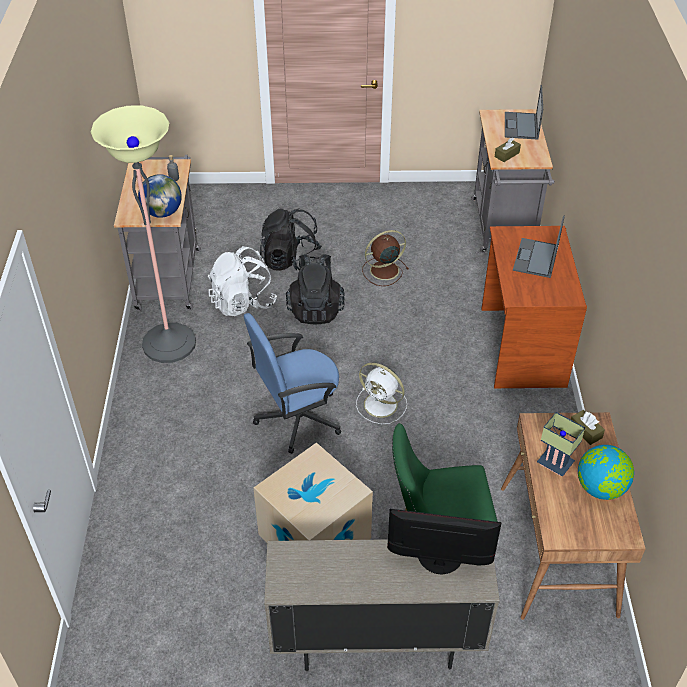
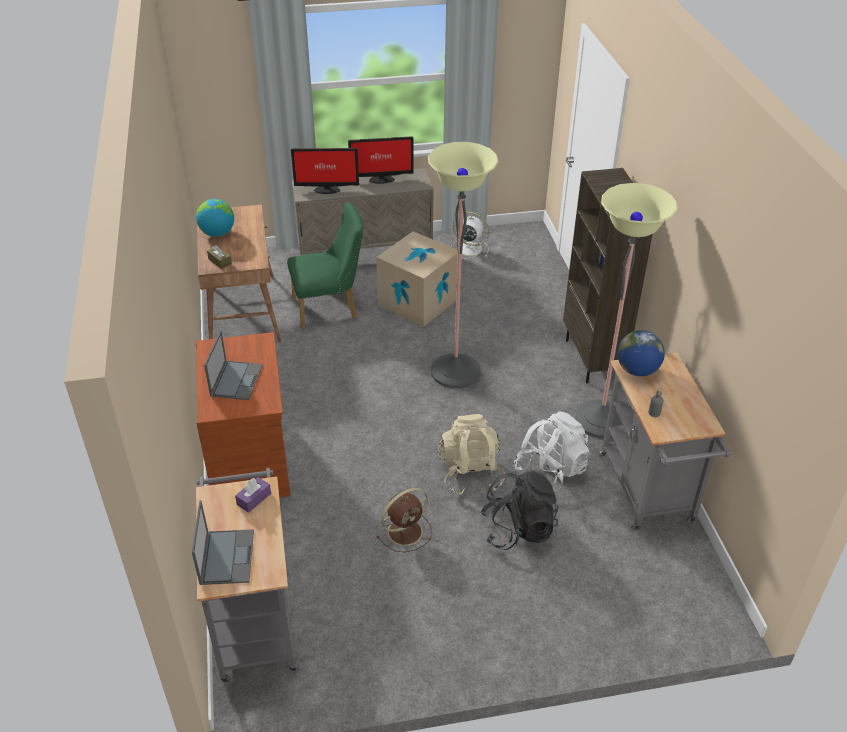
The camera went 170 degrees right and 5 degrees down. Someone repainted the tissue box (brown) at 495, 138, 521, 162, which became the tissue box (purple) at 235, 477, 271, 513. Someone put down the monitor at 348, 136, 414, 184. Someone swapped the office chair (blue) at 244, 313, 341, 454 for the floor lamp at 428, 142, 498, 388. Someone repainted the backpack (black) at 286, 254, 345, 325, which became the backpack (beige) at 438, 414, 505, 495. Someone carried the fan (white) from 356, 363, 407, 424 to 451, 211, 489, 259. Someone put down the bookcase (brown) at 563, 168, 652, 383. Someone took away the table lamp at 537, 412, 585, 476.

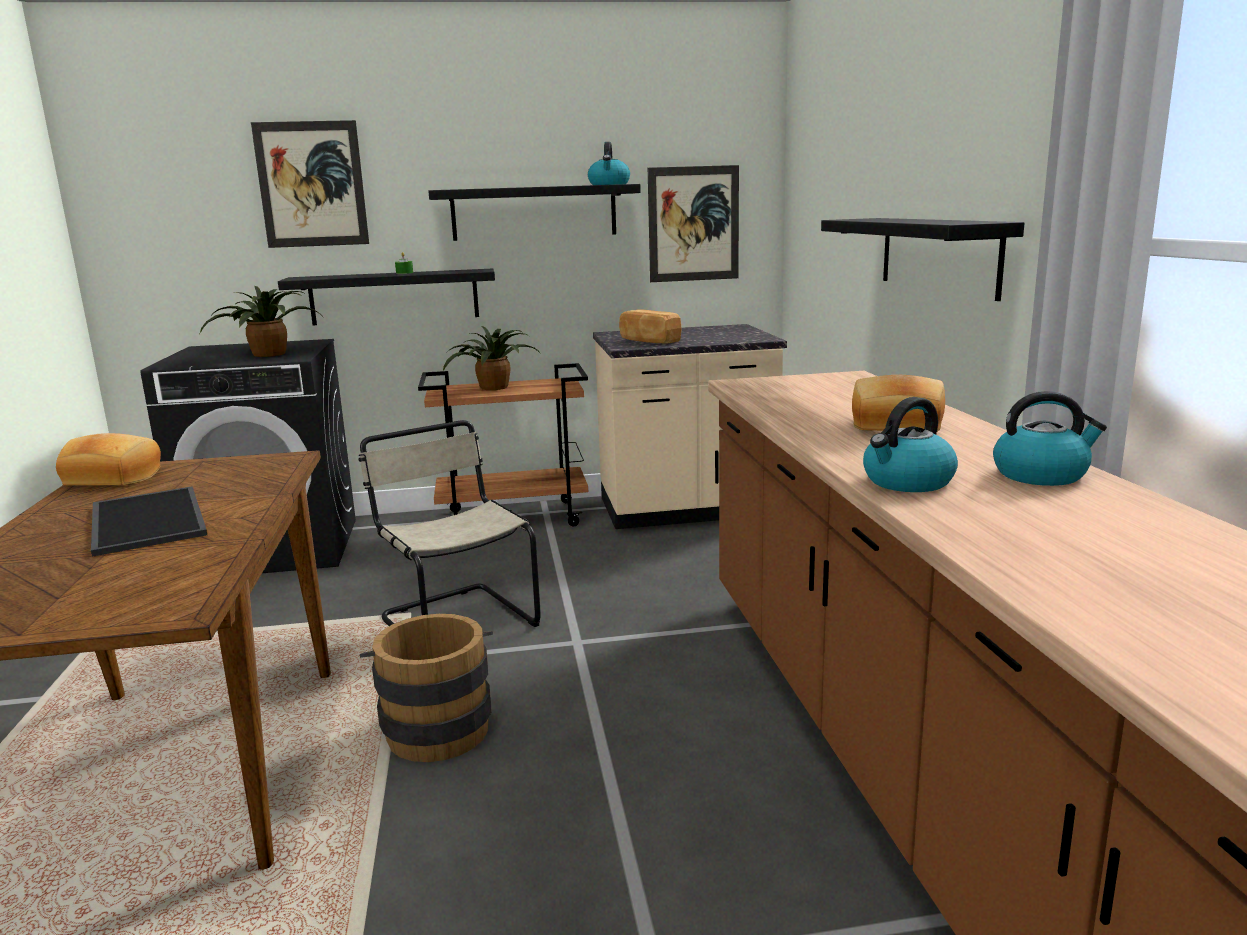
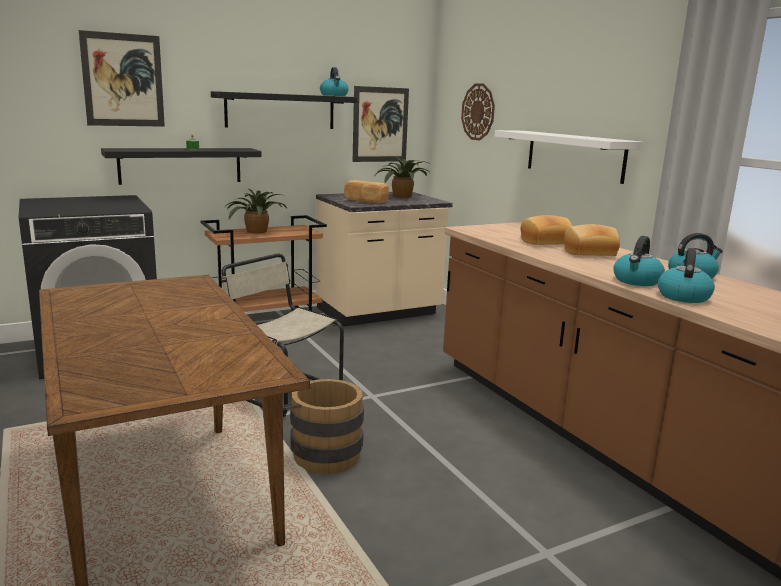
The camera went 20 degrees left and 0 degrees up. Someone carried the potted plant from 200, 286, 320, 357 to 375, 157, 431, 198. Someone put up the wall clock at 461, 84, 495, 140. Someone repainted the shelf (black) at 821, 218, 1025, 301, which became the shelf (white) at 495, 130, 642, 184. Someone carried the bread from 56, 433, 161, 486 to 521, 215, 572, 245. Someone put down the kettle at 658, 248, 715, 303. Someone took away the tray at 91, 486, 207, 557.

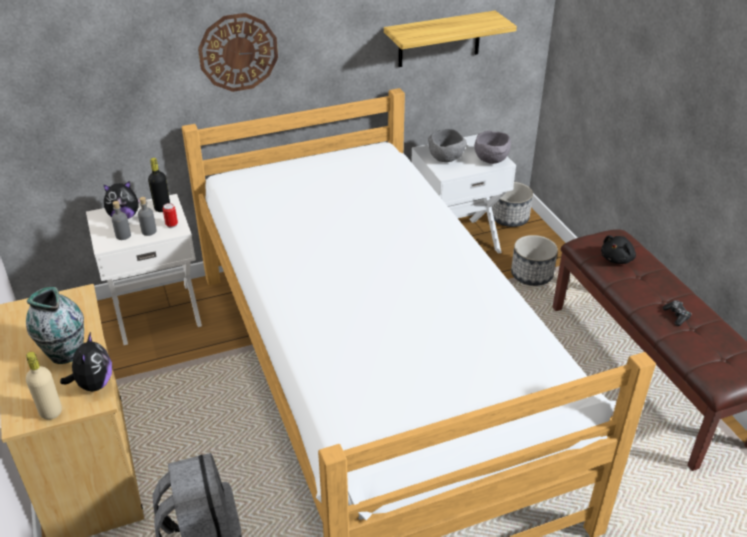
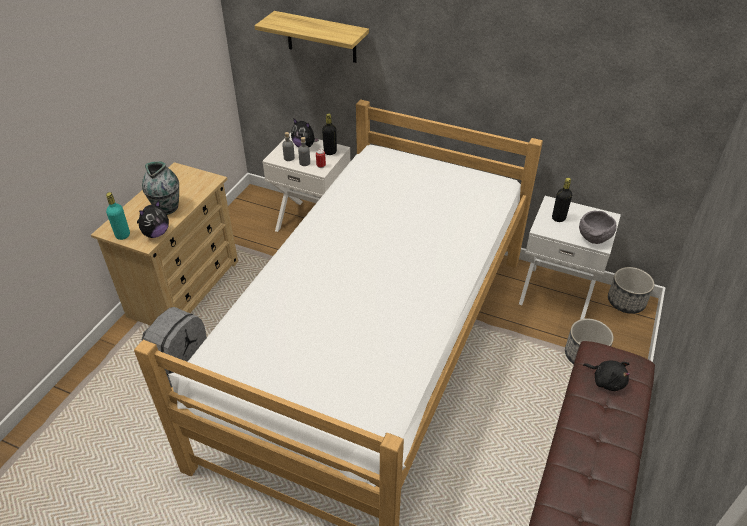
The camera went 45 degrees right and 5 degrees up. Someone repainted the bottle (beige) at 26, 352, 62, 420, which became the bottle (turquoise) at 106, 192, 130, 240. Someone carried the shelf from 384, 11, 517, 67 to 255, 11, 369, 63. Someone swapped the bowl (grey) at 428, 129, 467, 162 for the bottle (black) at 552, 178, 572, 222. Someone rotated the plush toy (black) at 601, 235, 636, 264 by 135 degrees counterclockwise. Someone took away the wall clock at 198, 13, 278, 92. Someone took away the game controller at 662, 300, 692, 326.

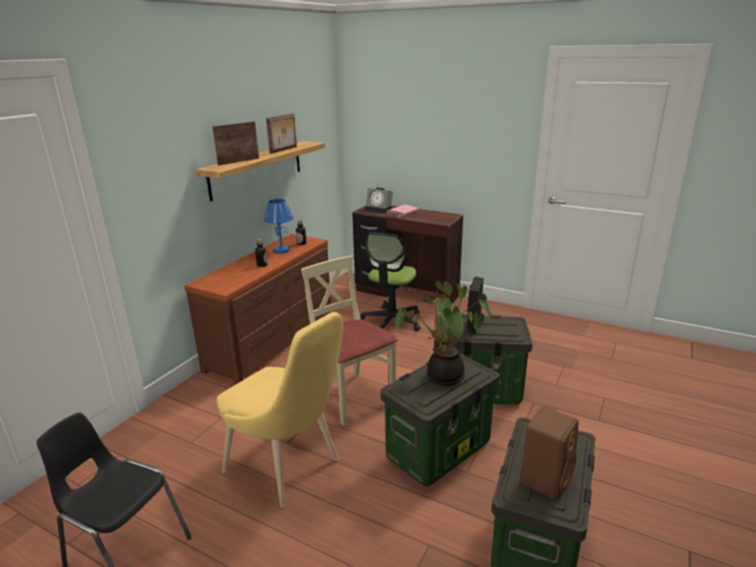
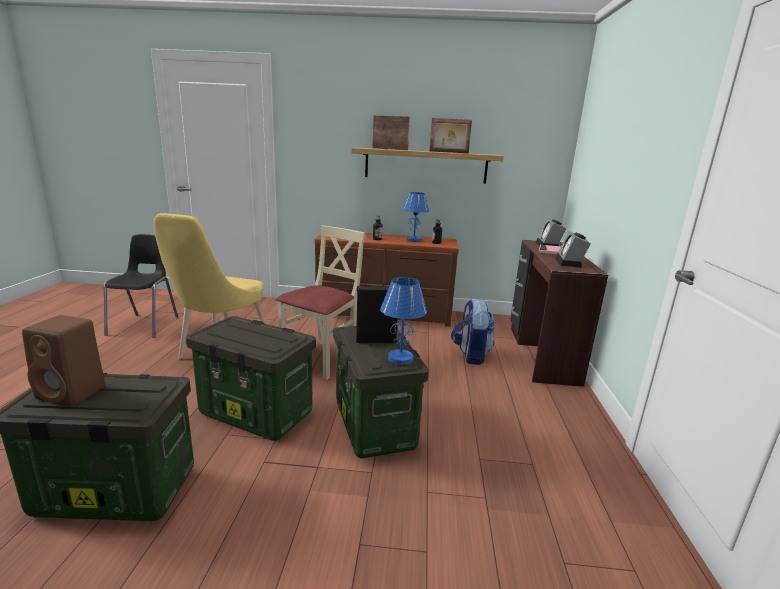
The camera went 65 degrees right and 5 degrees down. Someone put down the table lamp (blue) at 380, 277, 427, 365. Someone swapped the office chair at 360, 232, 421, 331 for the backpack at 451, 298, 495, 365. Someone put down the alarm clock at 556, 231, 591, 268. Someone took away the potted plant at 395, 281, 492, 386.

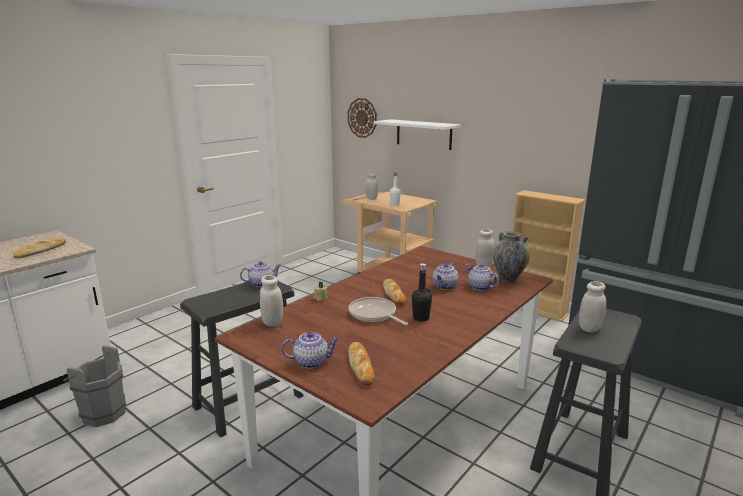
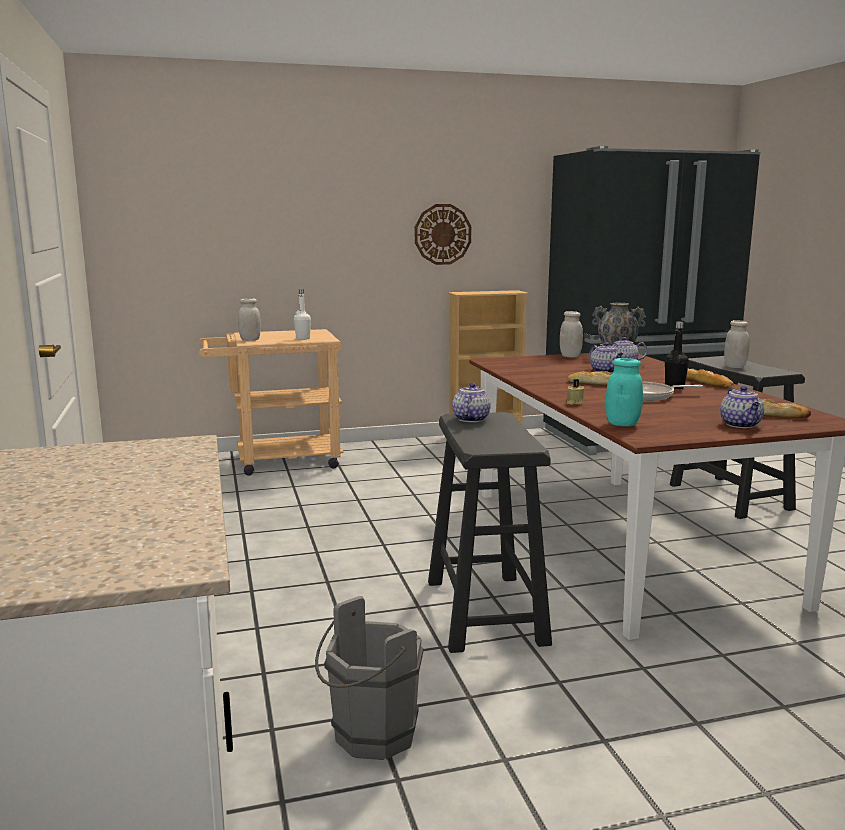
The camera went 55 degrees left and 5 degrees down. Someone carried the wall clock from 348, 98, 377, 138 to 415, 204, 471, 265. Someone repainted the jar (white) at 260, 275, 283, 326, which became the jar (turquoise) at 606, 358, 643, 427. Someone carried the bread from 13, 238, 66, 258 to 686, 368, 734, 388. Someone rotated the teapot at 281, 332, 339, 368 by 150 degrees clockwise. Someone took away the shelf (white) at 374, 119, 461, 150.

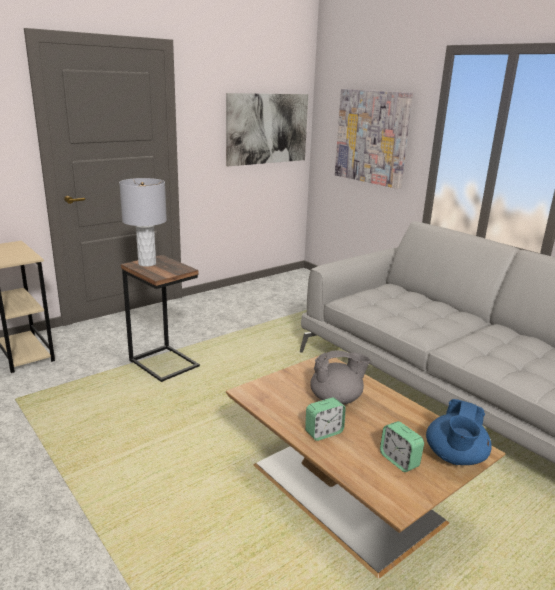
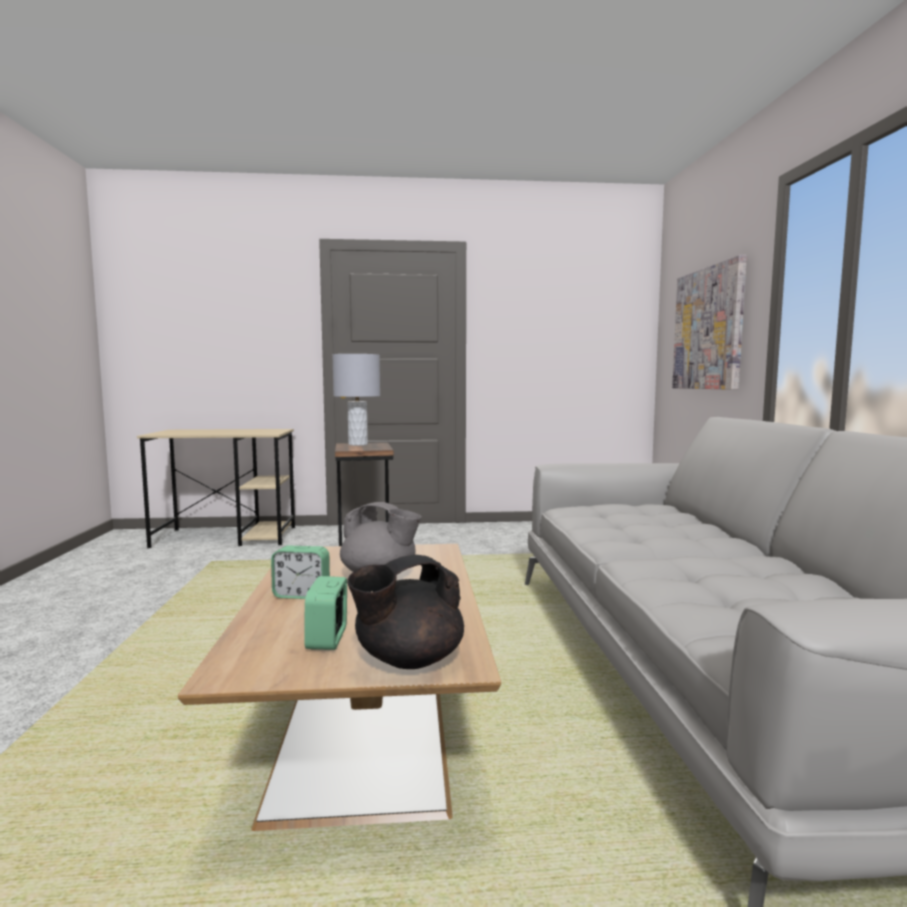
The camera went 35 degrees right and 15 degrees down. Someone repainted the teapot (blue) at 426, 399, 492, 465, which became the teapot (black) at 347, 554, 464, 669. Someone took away the picture at 226, 93, 308, 166.

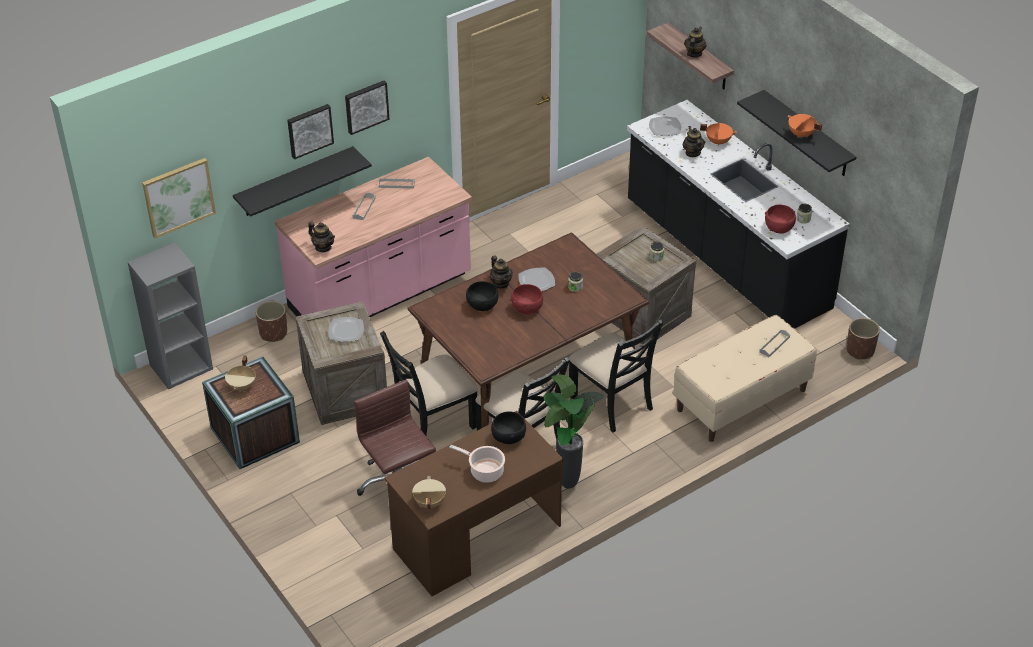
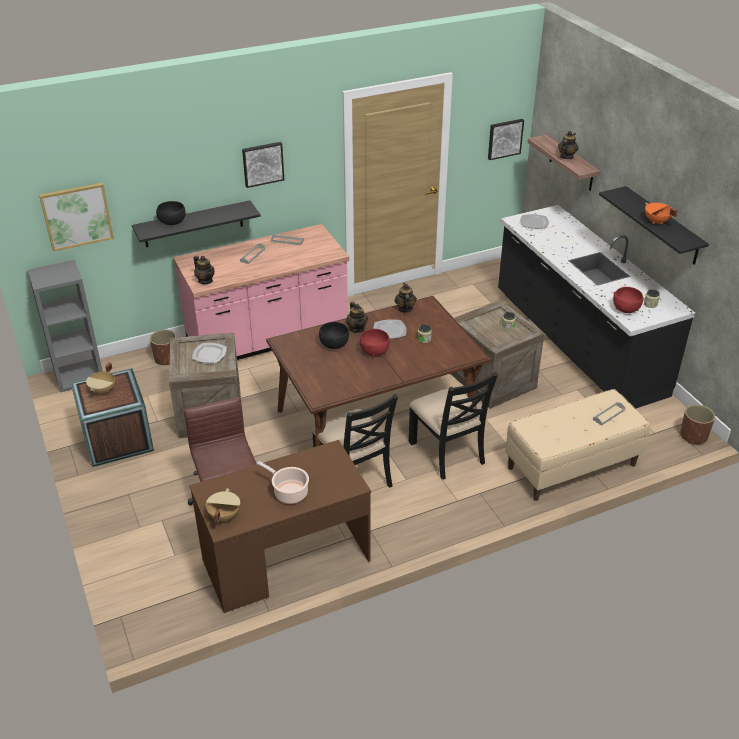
The camera went 10 degrees right and 5 degrees down. Someone carried the bowl (black) from 491, 412, 526, 444 to 156, 201, 186, 225. Someone carried the teapot from 683, 126, 705, 157 to 395, 283, 417, 313. Someone carried the picture from 287, 104, 334, 159 to 488, 119, 524, 160. Someone took away the chair (black) at 380, 331, 478, 435. Someone took away the potted plant at 543, 375, 604, 488. Someone took away the cooking pot (orange) at 700, 123, 737, 146.

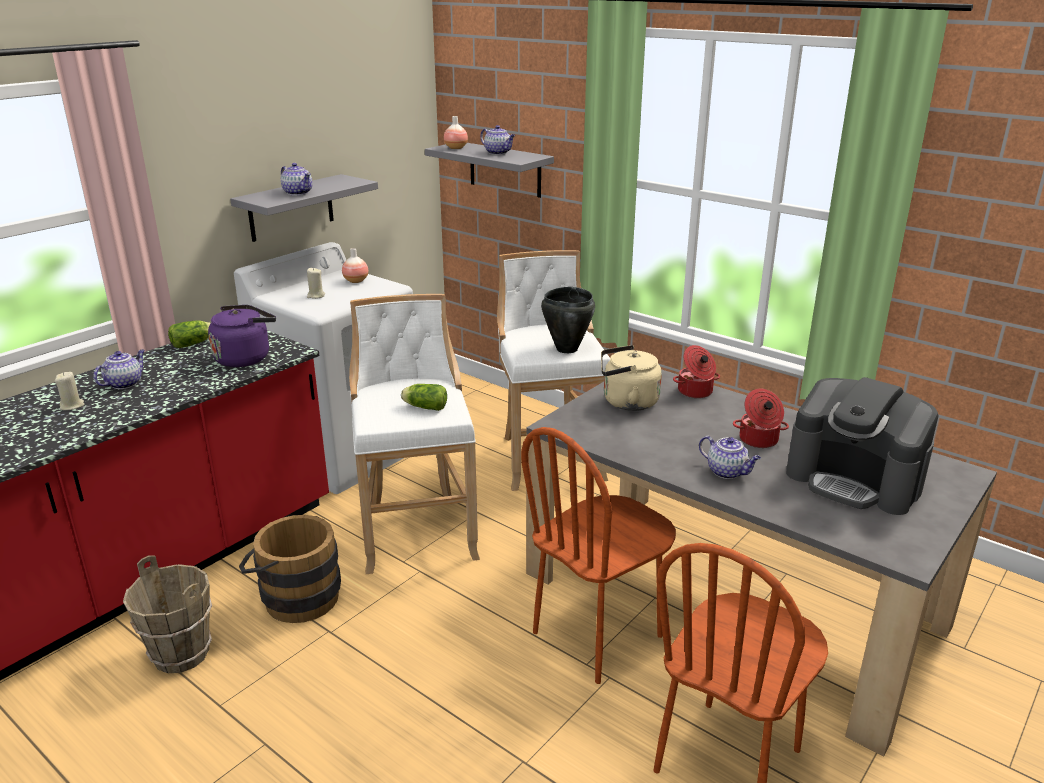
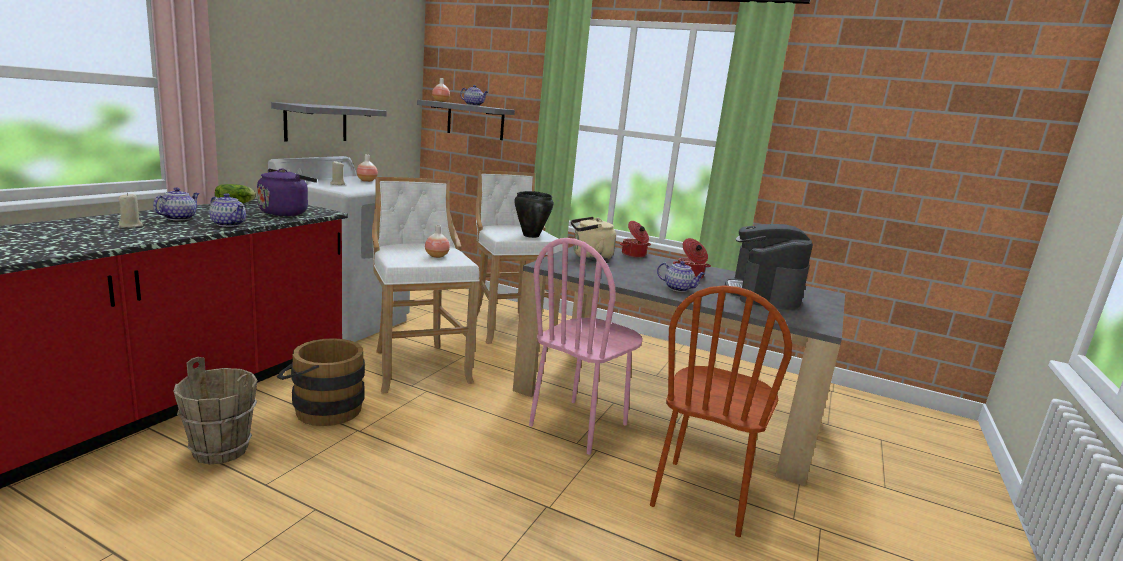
The camera went 15 degrees left and 10 degrees down. Someone carried the teapot from 281, 163, 313, 195 to 209, 193, 246, 227. Someone swapped the lettuce at 401, 384, 447, 411 for the vase at 425, 225, 450, 258. Someone repainted the chair (brown) at 521, 427, 676, 684, which became the chair (pink) at 529, 238, 643, 455. Someone rotated the coffee machine at 786, 377, 938, 515 by 75 degrees clockwise.

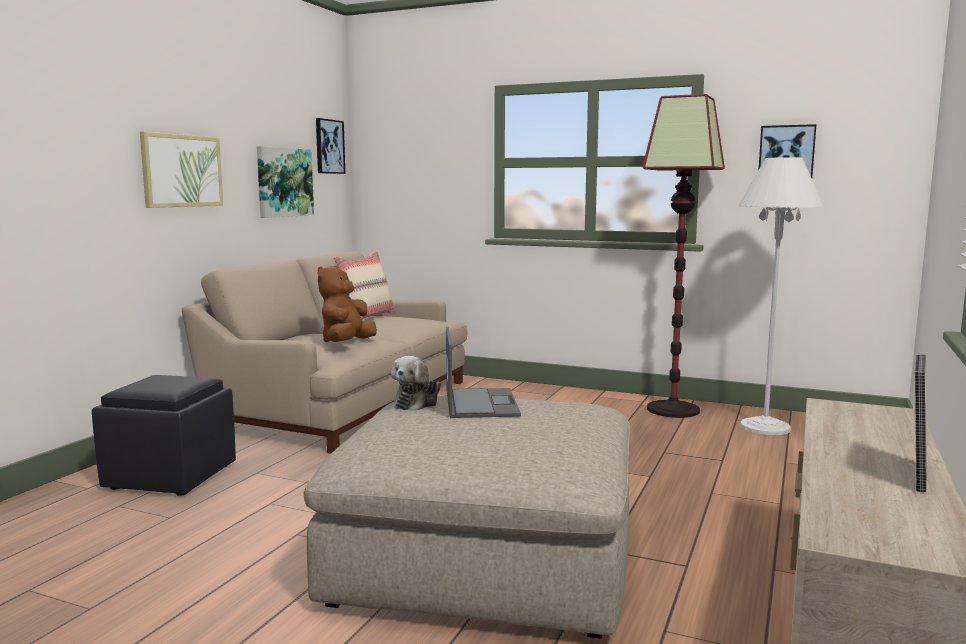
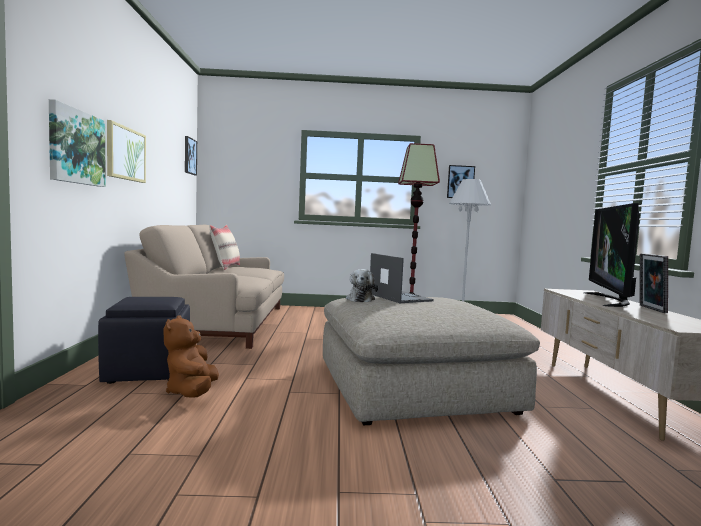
The camera went 25 degrees left and 5 degrees down. Someone carried the picture from 257, 146, 314, 218 to 49, 99, 106, 187. Someone carried the plush toy (brown) from 318, 266, 377, 342 to 163, 316, 219, 398. Someone put down the television at 583, 203, 640, 307.

